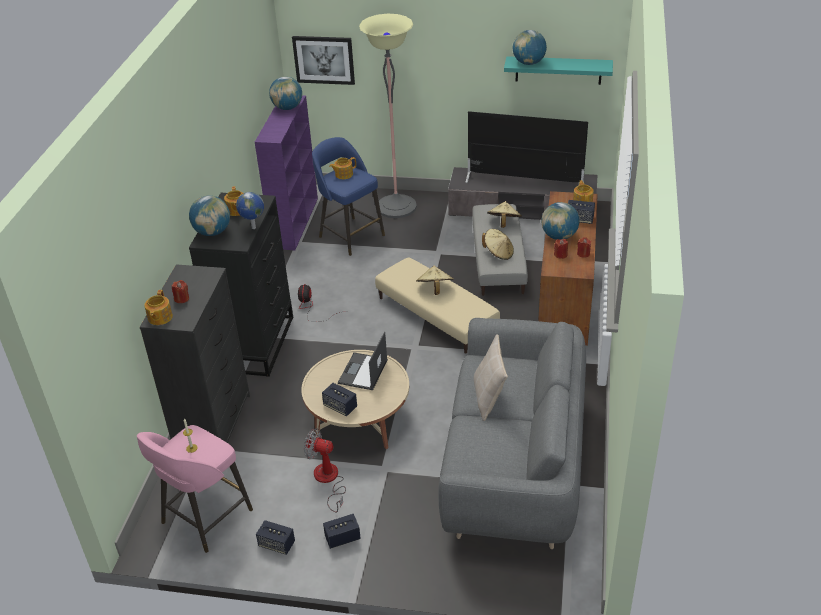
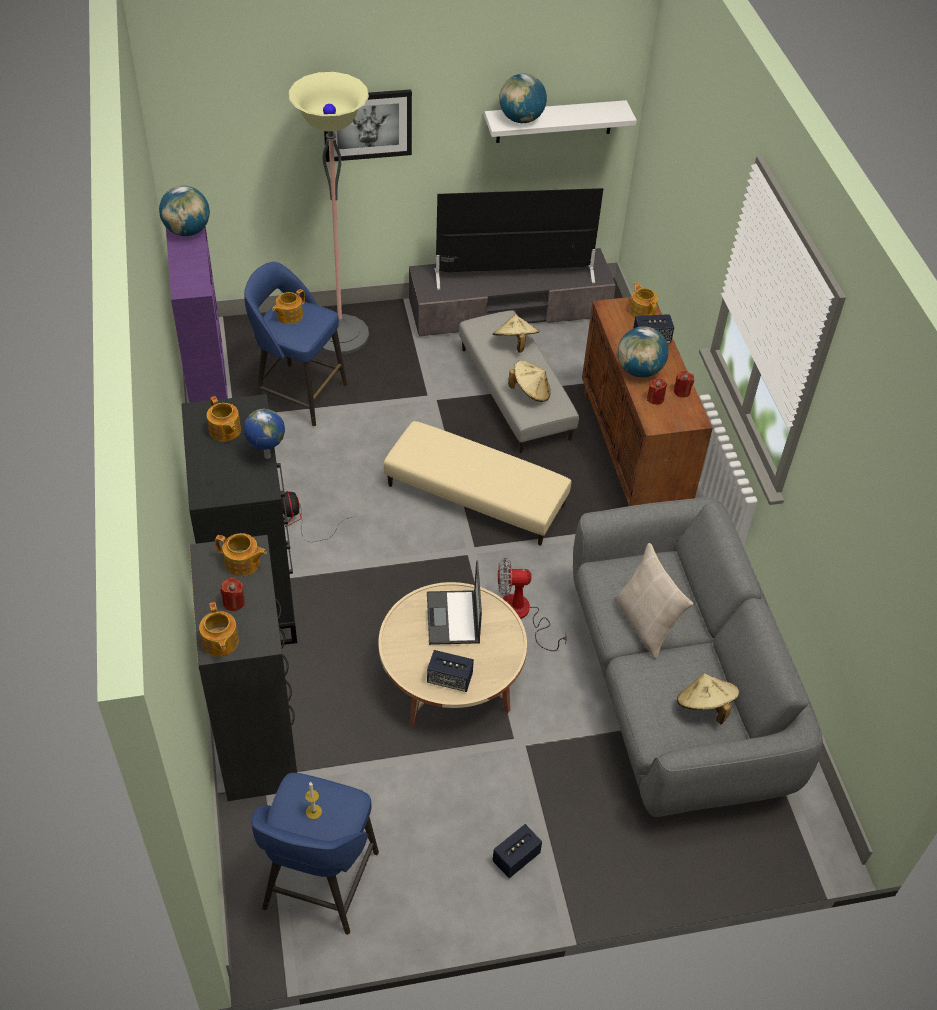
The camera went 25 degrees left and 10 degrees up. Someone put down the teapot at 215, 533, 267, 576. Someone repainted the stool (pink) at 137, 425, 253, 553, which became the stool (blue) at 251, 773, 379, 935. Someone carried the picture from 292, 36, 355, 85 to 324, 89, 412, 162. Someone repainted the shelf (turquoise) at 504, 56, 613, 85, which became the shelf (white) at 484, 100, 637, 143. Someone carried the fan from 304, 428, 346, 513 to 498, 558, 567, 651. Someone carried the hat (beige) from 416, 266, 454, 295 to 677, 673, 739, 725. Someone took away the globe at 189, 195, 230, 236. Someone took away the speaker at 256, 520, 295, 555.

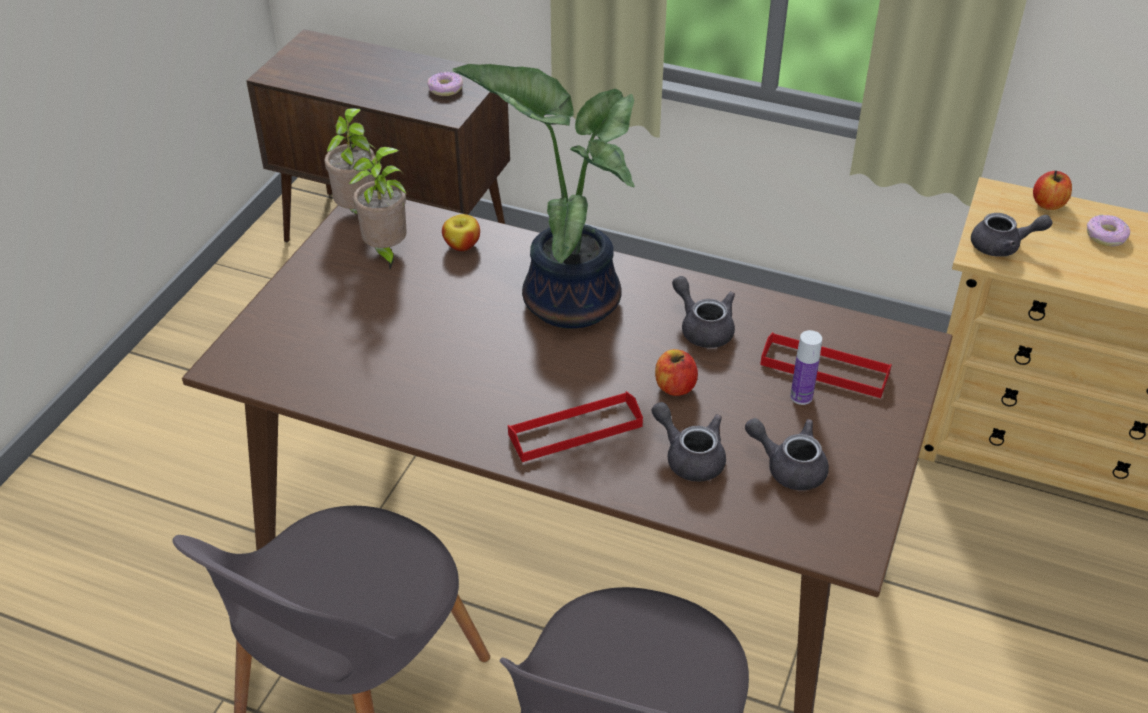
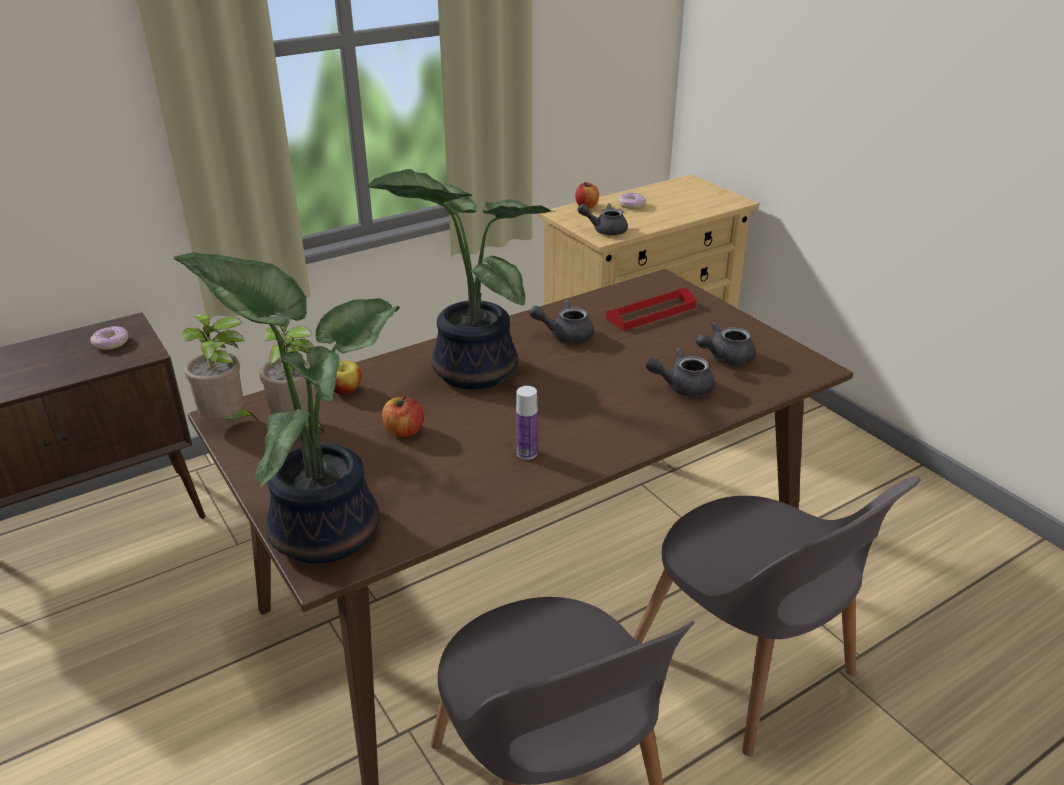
The camera went 55 degrees left and 10 degrees down. Someone put down the potted plant at 173, 252, 400, 564. Someone carried the apple from 655, 349, 698, 396 to 382, 396, 423, 437. Someone carried the bottle from 790, 330, 822, 405 to 516, 386, 538, 460. Someone rotated the teapot (grey) at 971, 213, 1053, 257 by 120 degrees counterclockwise. Someone took away the tray (red) at 508, 391, 643, 462.

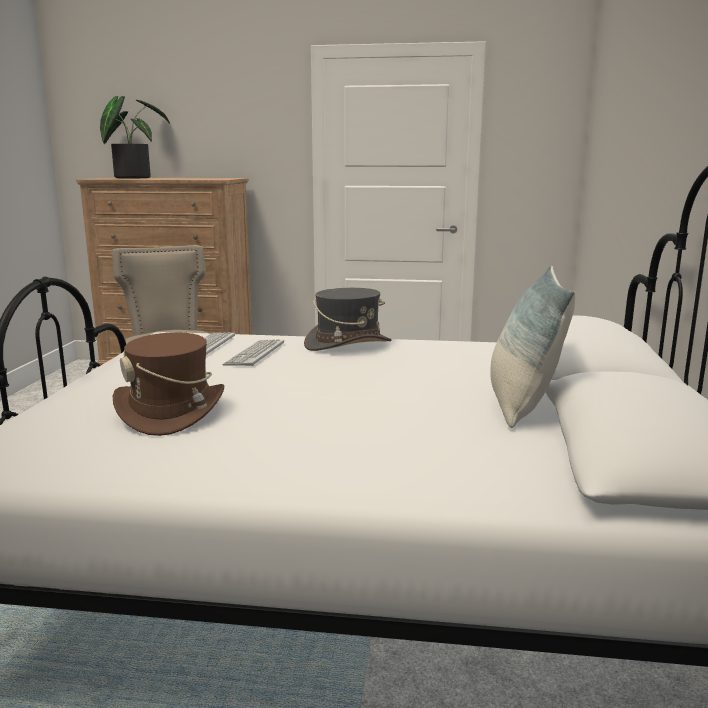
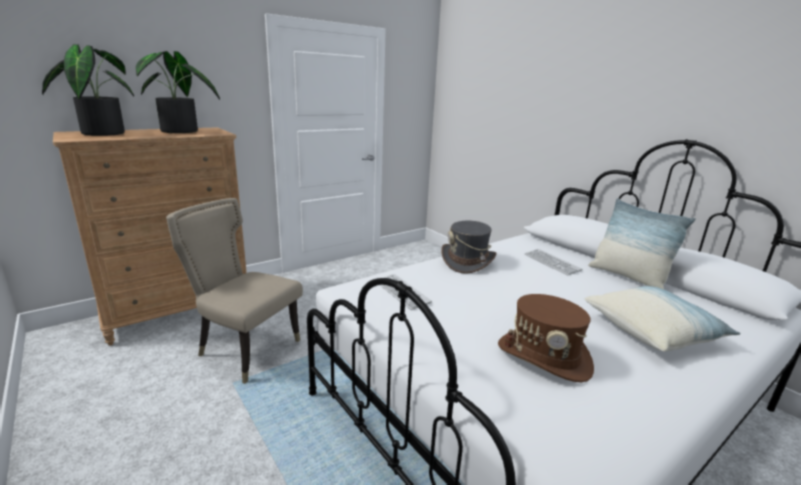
The camera went 45 degrees left and 5 degrees up. Someone put down the potted plant at 136, 51, 220, 133. Someone carried the keyboard from 222, 339, 284, 366 to 525, 249, 582, 275. Someone put down the pillow at 584, 286, 741, 352.

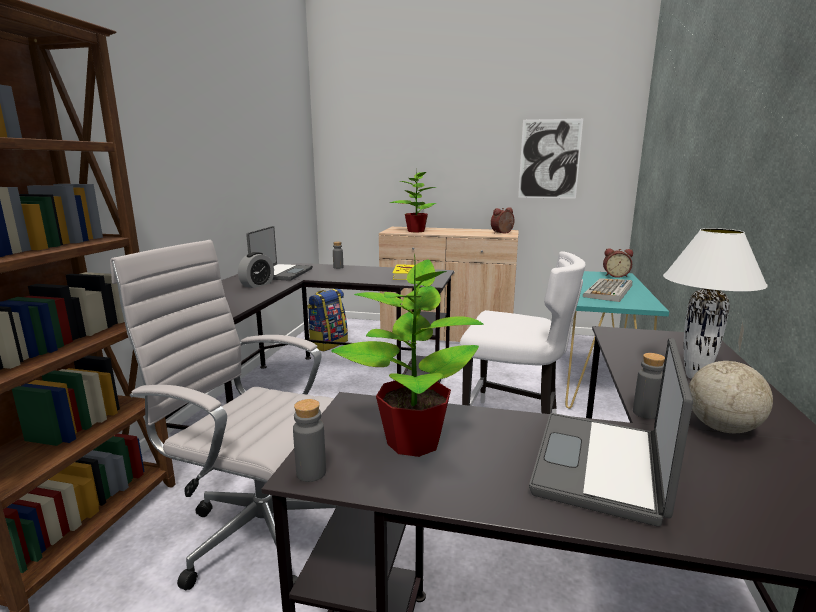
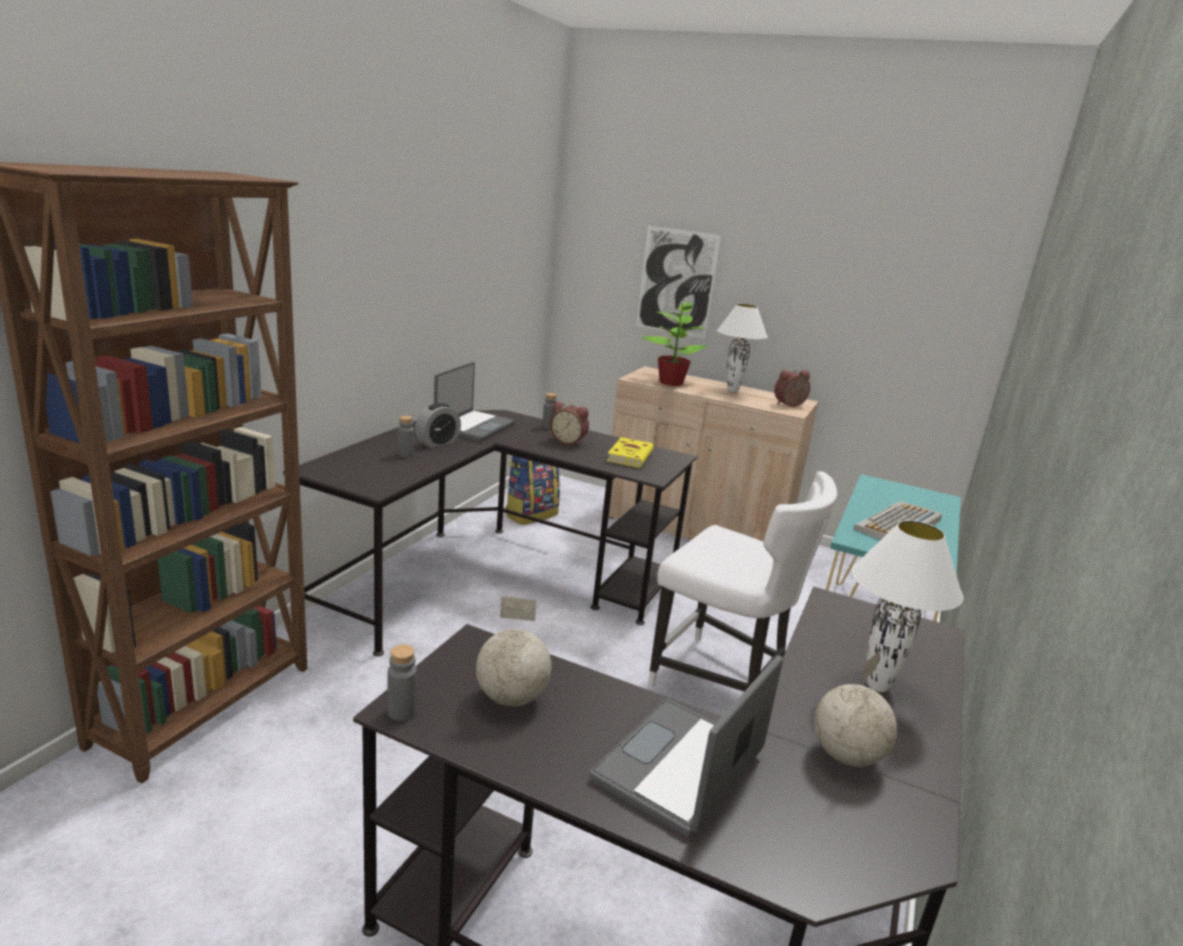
The camera went 10 degrees right and 5 degrees up. Someone carried the bottle (grey) from 633, 353, 665, 419 to 398, 416, 414, 457. Someone swapped the potted plant at 331, 254, 483, 457 for the globe at 476, 596, 552, 706. Someone carried the alarm clock from 603, 248, 633, 278 to 550, 401, 589, 446. Someone carried the picture from 518, 119, 583, 199 to 636, 226, 721, 338. Someone put down the table lamp (white) at 717, 304, 768, 392. Someone took away the office chair (white) at 110, 240, 337, 590.

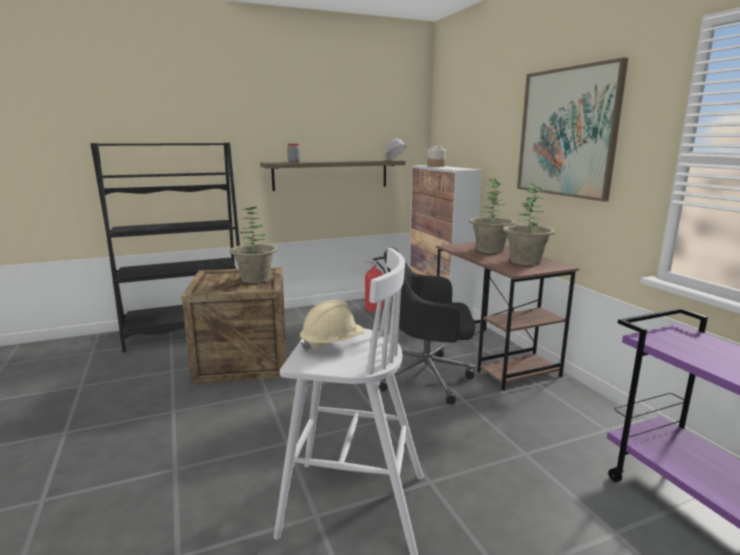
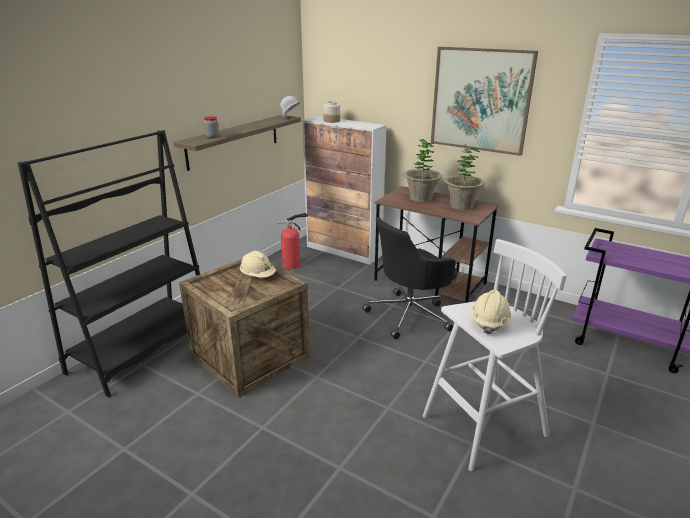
The camera went 35 degrees left and 10 degrees up. Someone swapped the potted plant at 229, 207, 278, 283 for the hard hat (beige) at 240, 251, 276, 278.

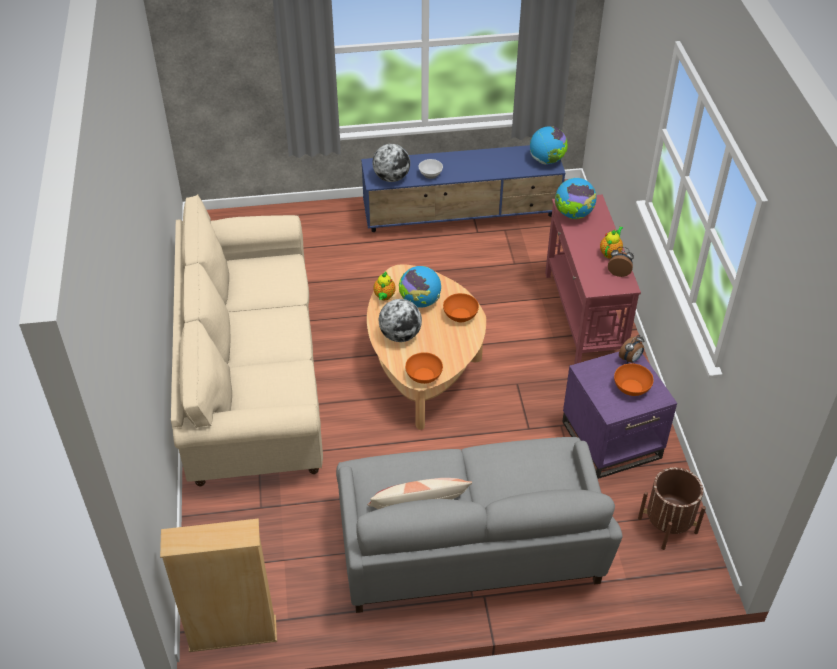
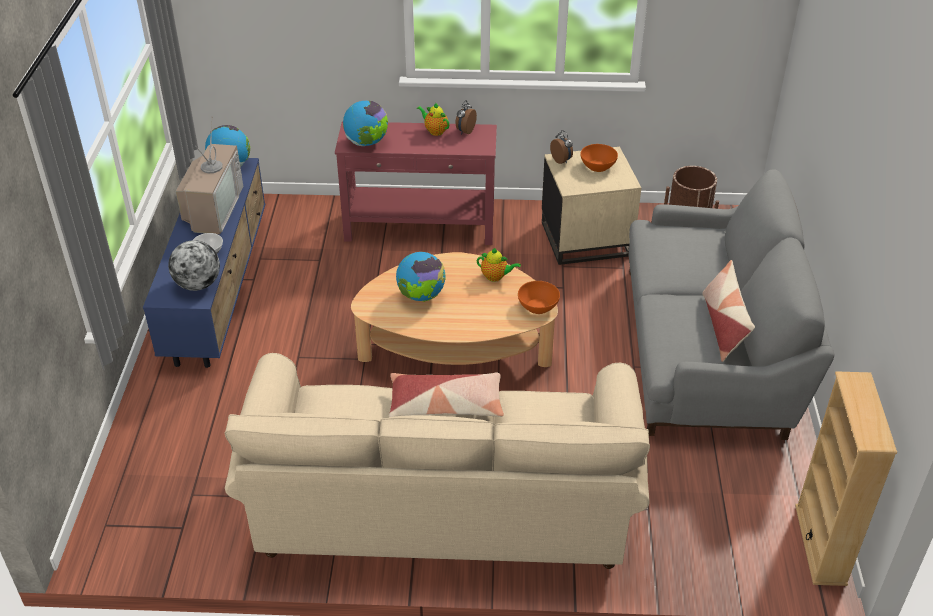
The camera went 80 degrees left and 5 degrees down. Someone put down the television at 176, 116, 243, 235. Someone put down the pillow at 389, 372, 504, 417. Someone carried the teapot from 374, 272, 396, 300 to 477, 248, 521, 282. Someone repainted the side table (purple) at 562, 352, 677, 479, which became the side table (beige) at 542, 147, 641, 265. Someone took away the globe at 379, 299, 422, 342. Someone took away the bowl (orange) at 443, 293, 479, 322.

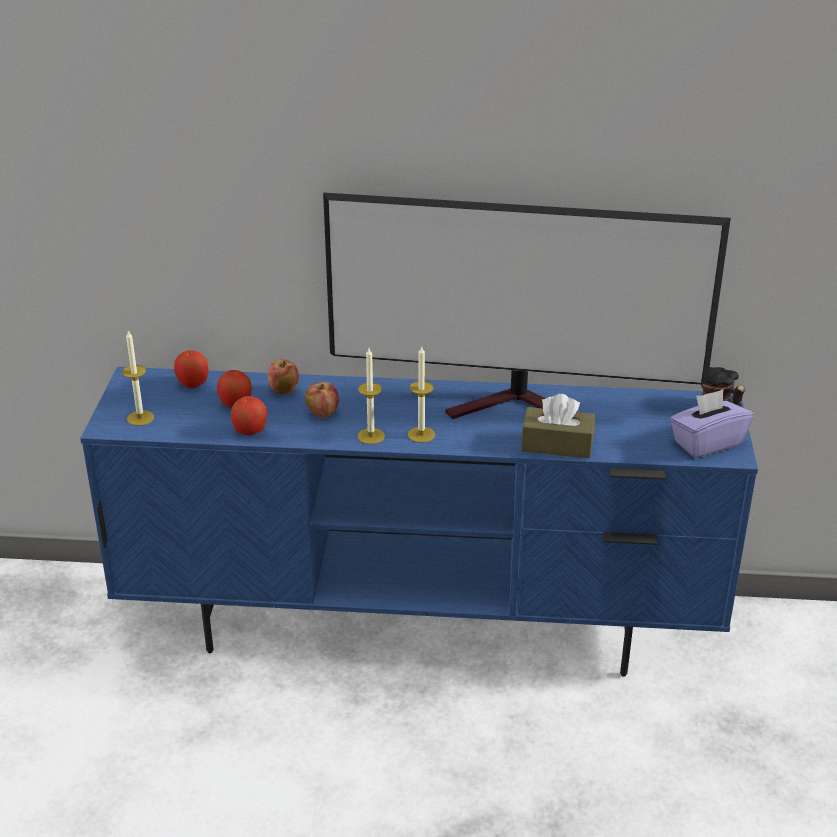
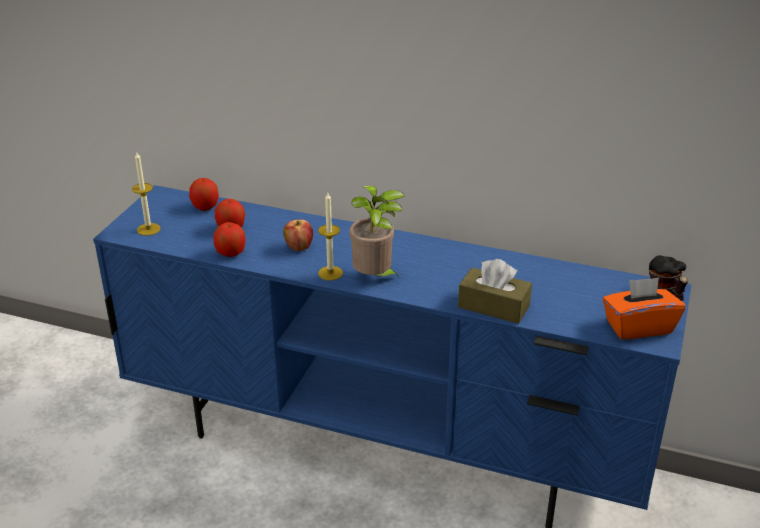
The camera went 15 degrees right and 0 degrees up. Someone swapped the candle at 408, 346, 435, 443 for the potted plant at 349, 186, 405, 278. Someone repainted the tissue box (purple) at 670, 389, 754, 458, which became the tissue box (orange) at 603, 277, 685, 340. Someone took away the apple at 267, 360, 299, 395. Someone took away the television at 323, 193, 731, 419.

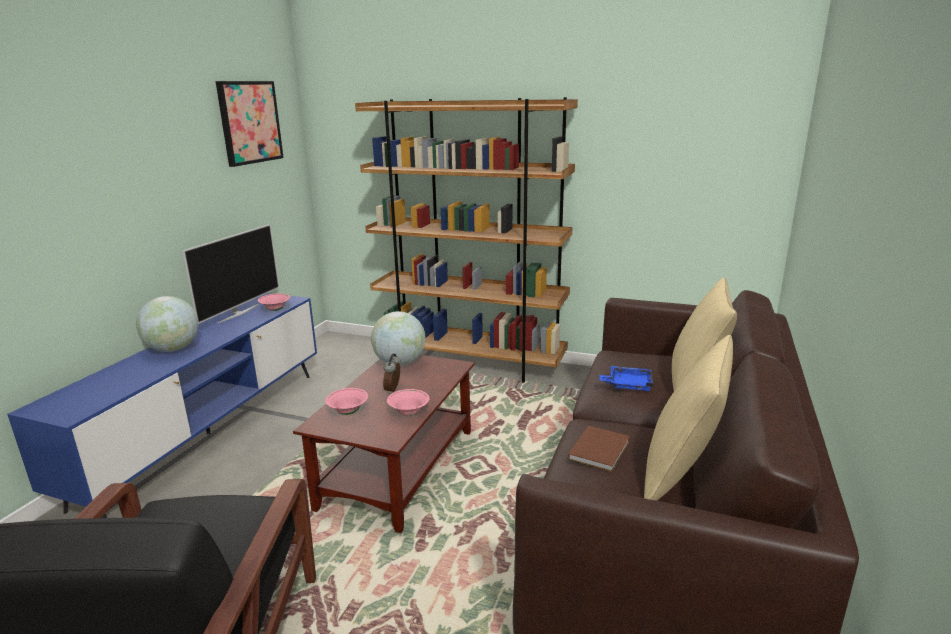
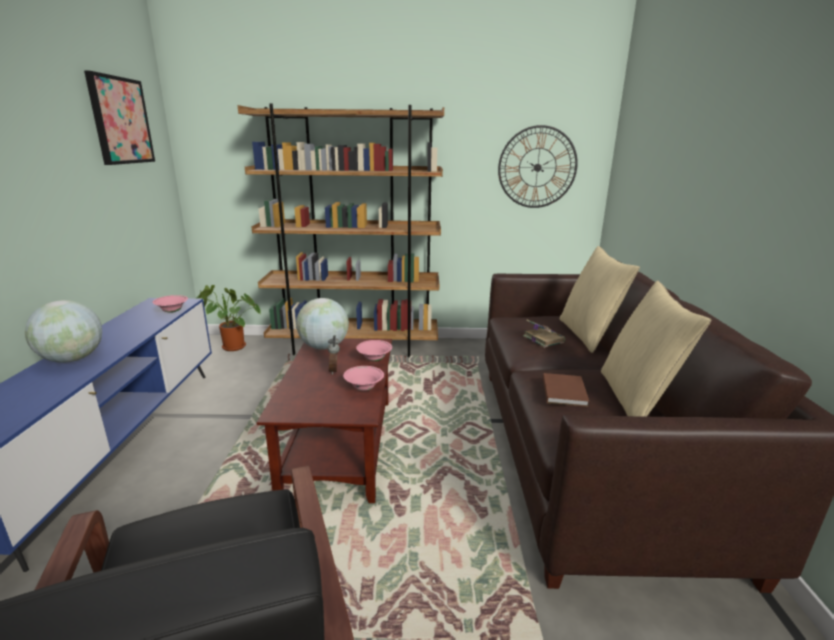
The camera went 20 degrees left and 0 degrees up. Someone put down the potted plant at 197, 285, 261, 351. Someone carried the bowl (pink) from 325, 388, 368, 415 to 356, 340, 392, 361. Someone put up the wall clock at 498, 125, 578, 208. Someone swapped the tray (blue) at 600, 366, 654, 391 for the book at 523, 320, 565, 348. Someone took away the television at 182, 224, 279, 324.

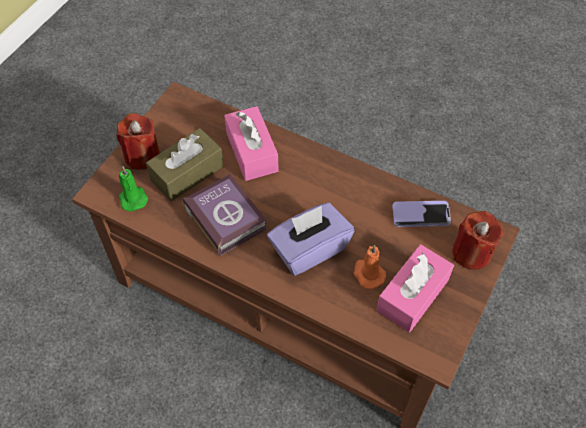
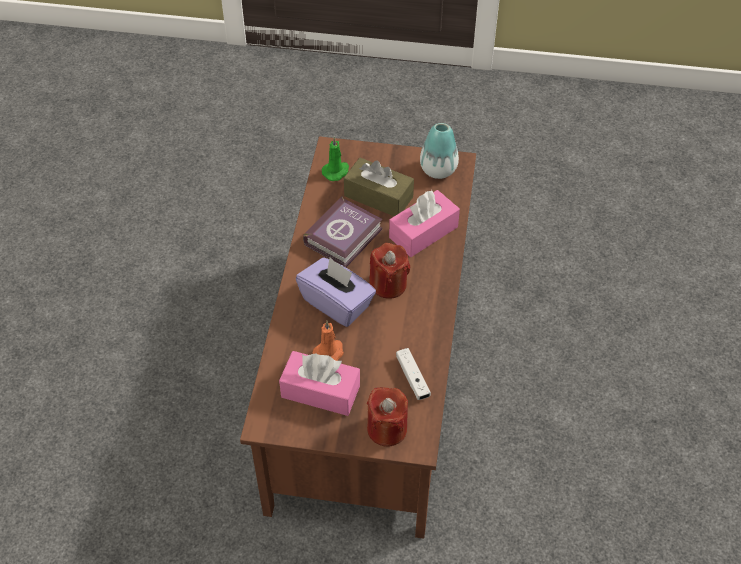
The camera went 70 degrees right and 5 degrees down. Someone carried the candle (red) from 116, 113, 160, 170 to 369, 243, 410, 299. Someone swapped the phone at 392, 201, 451, 227 for the game controller (white) at 396, 348, 431, 400. Someone put down the vase at 420, 123, 459, 179.

